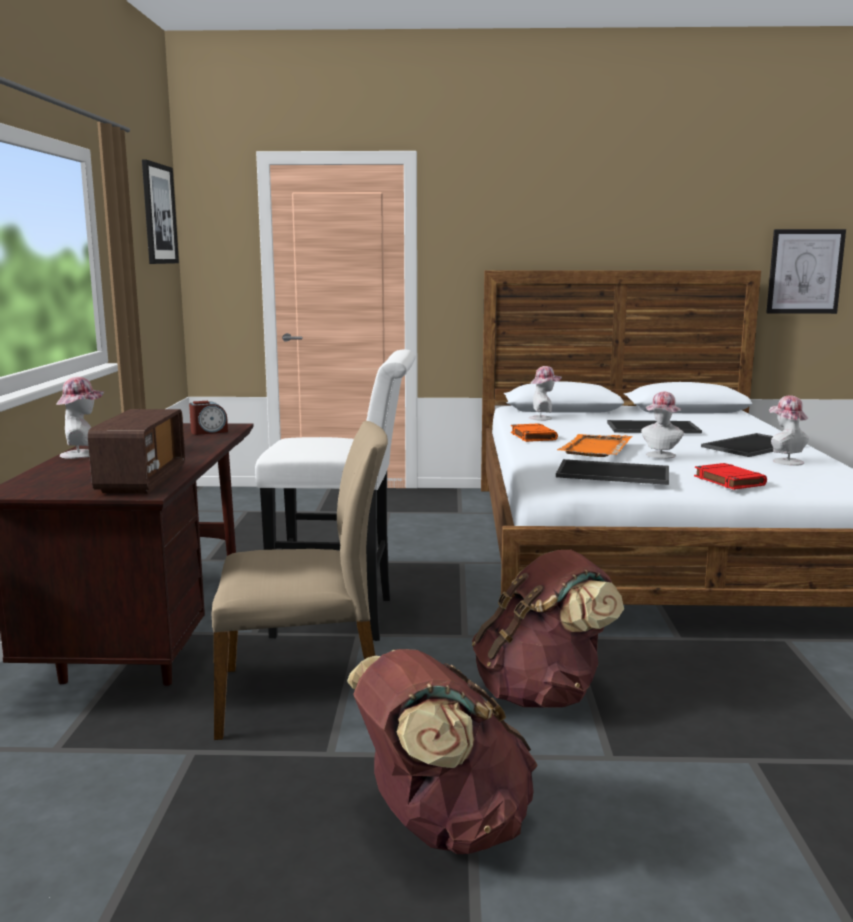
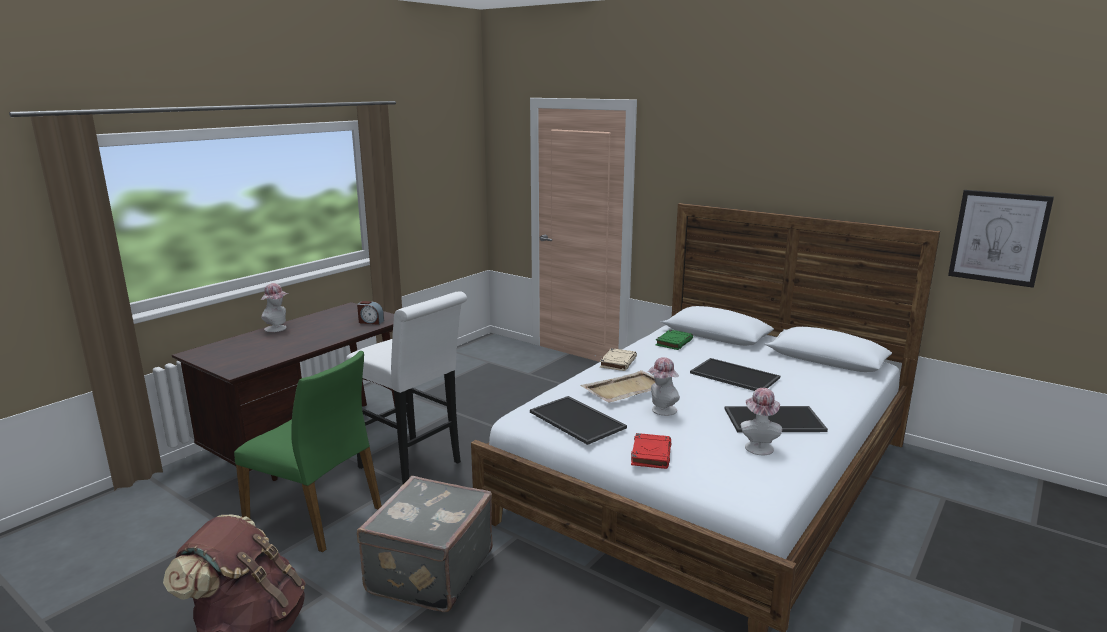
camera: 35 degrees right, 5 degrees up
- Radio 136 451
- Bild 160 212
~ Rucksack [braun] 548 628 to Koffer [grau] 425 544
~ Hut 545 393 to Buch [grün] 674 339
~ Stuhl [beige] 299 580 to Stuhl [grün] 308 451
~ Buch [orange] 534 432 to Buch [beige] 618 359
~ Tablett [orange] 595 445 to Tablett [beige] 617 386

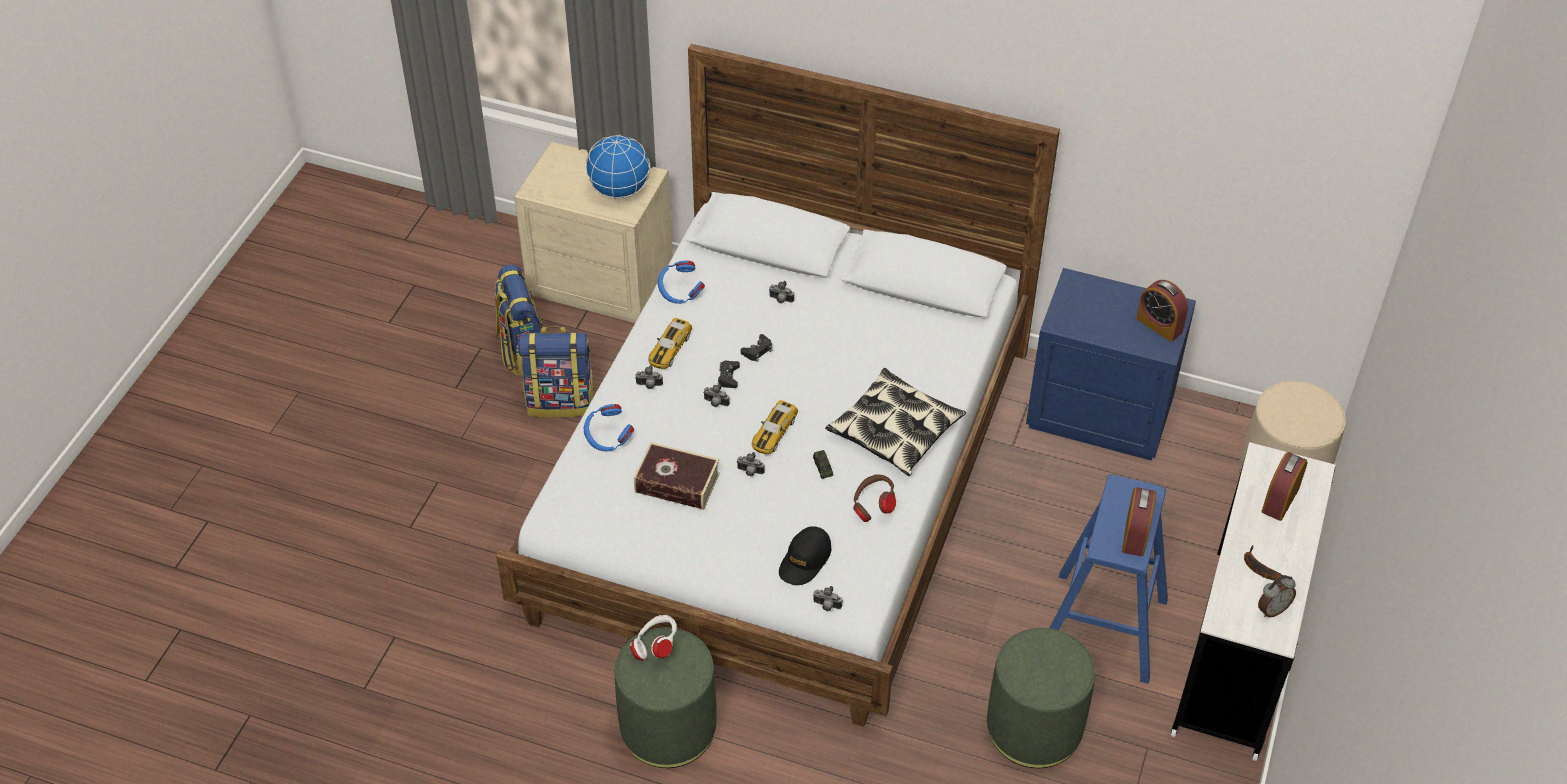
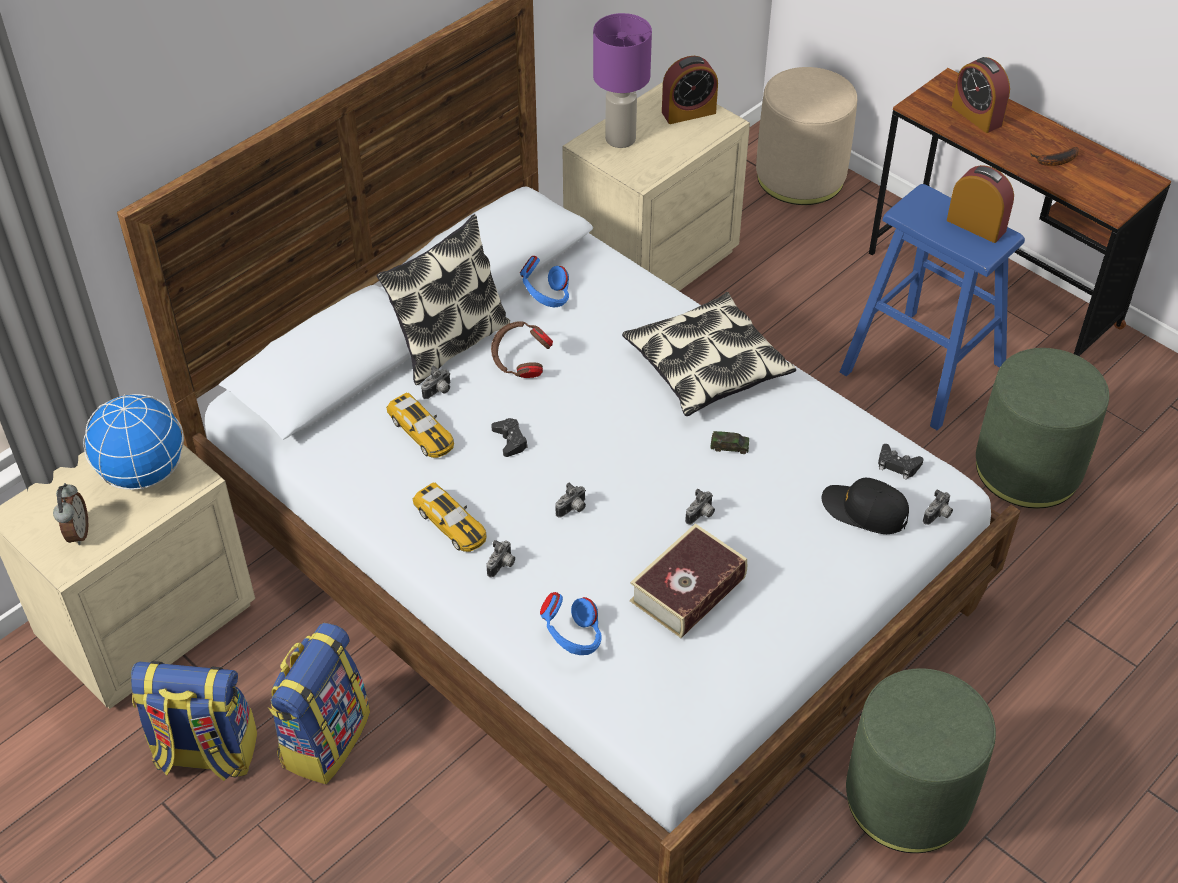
camera: 65 degrees left, 0 degrees up
- Kopfhörer [weiß] 653 638
+ Kissen 443 299
+ Tischlampe [lila] 622 80
~ Kopfhörer [blau] 681 282 to 544 282
~ Gamepad [schwarz] 729 374 to 900 462
~ Spielzeugauto 775 427 to 420 425
~ Kopfhörer [braun] 874 498 to 522 349
~ Wecker 1277 596 to 70 514
~ Nachttisch [blau] 1111 364 to Nachttisch [beige] 656 186
~ Schreibtisch [weiß] 1253 601 to Schreibtisch [braun] 1020 212
~ Kappe [schwarz] 805 555 = 865 506 150 degrees clockwise

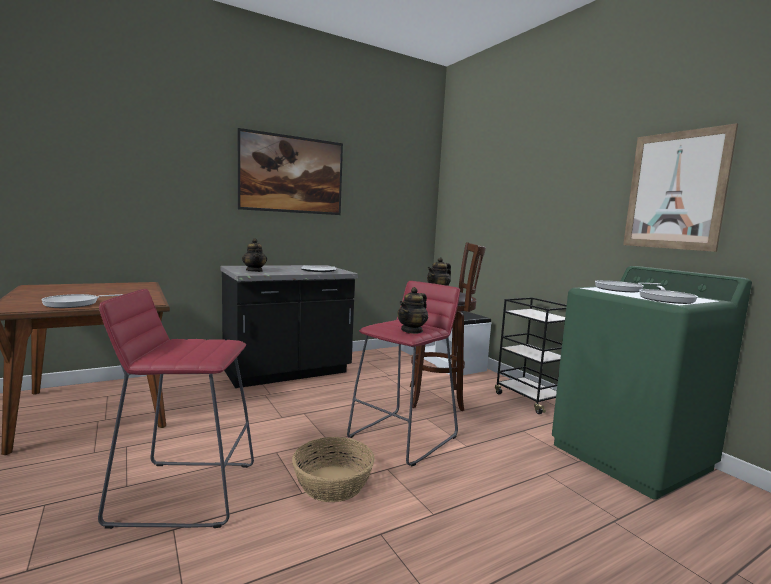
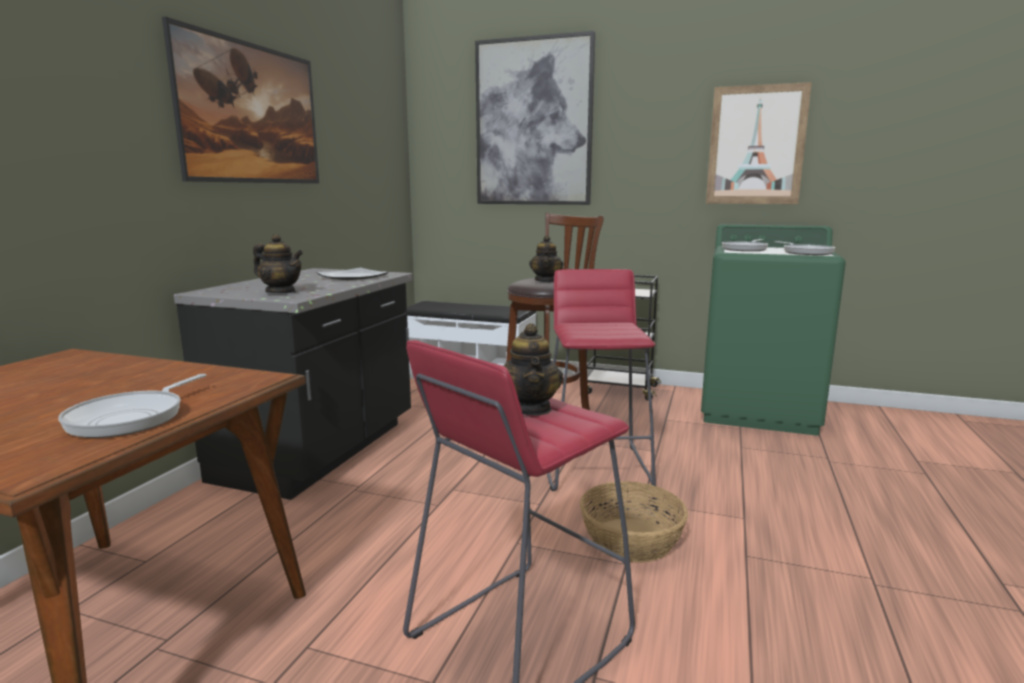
camera: 40 degrees left, 5 degrees up
+ Bild 535 118
~ Teekanne 412 310 to 533 369

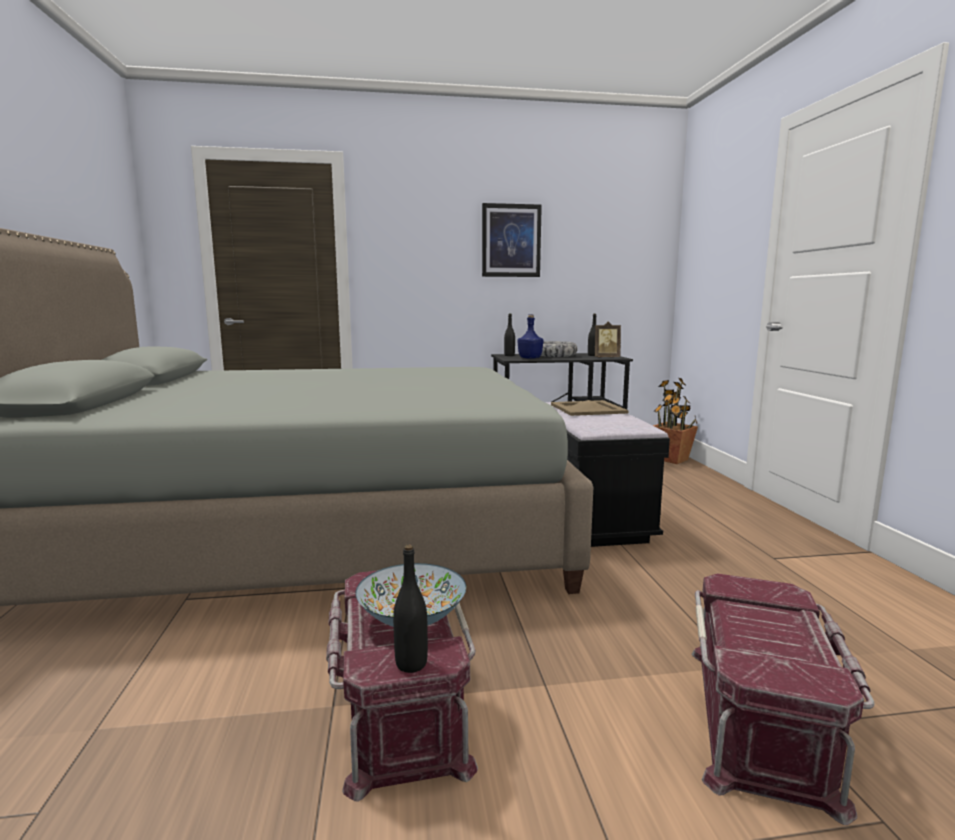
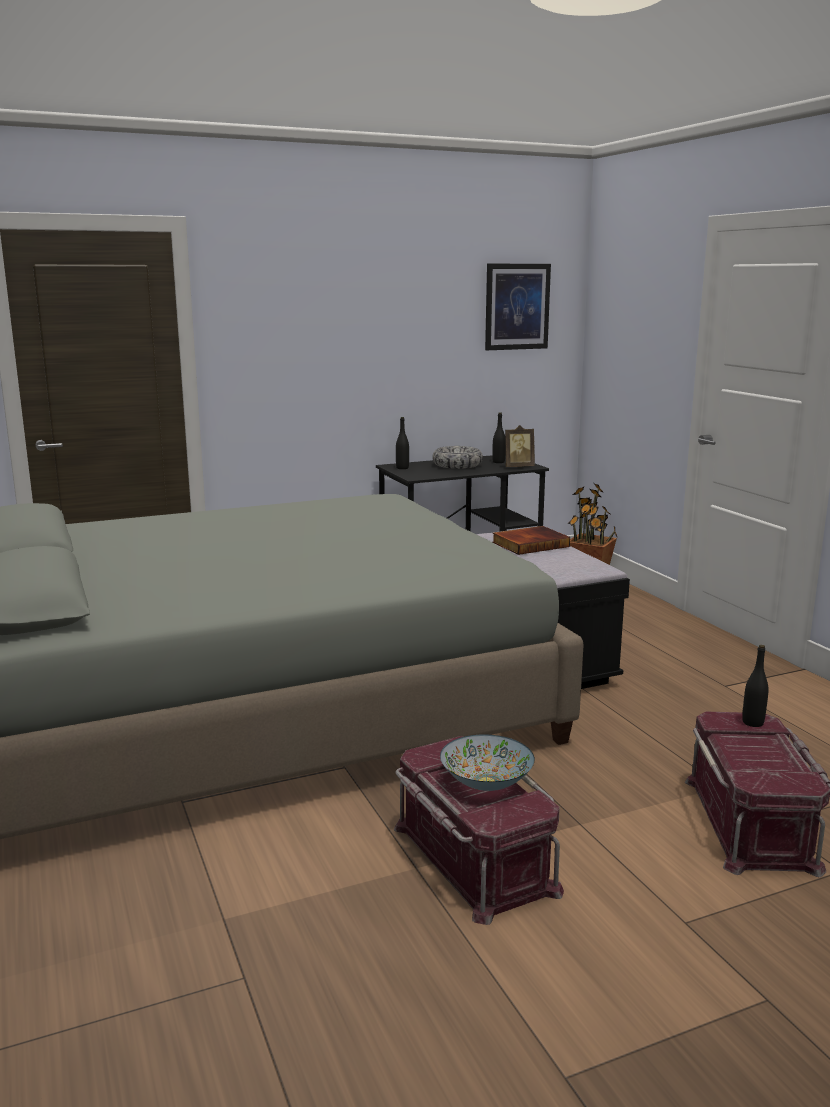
camera: 15 degrees left, 5 degrees up
- Flasche [blau] 530 336
~ Flasche [schwarz] 410 609 to 755 686
~ Bild 512 240 to 518 307
~ Tablett [beige] 589 408 to Buch 531 540

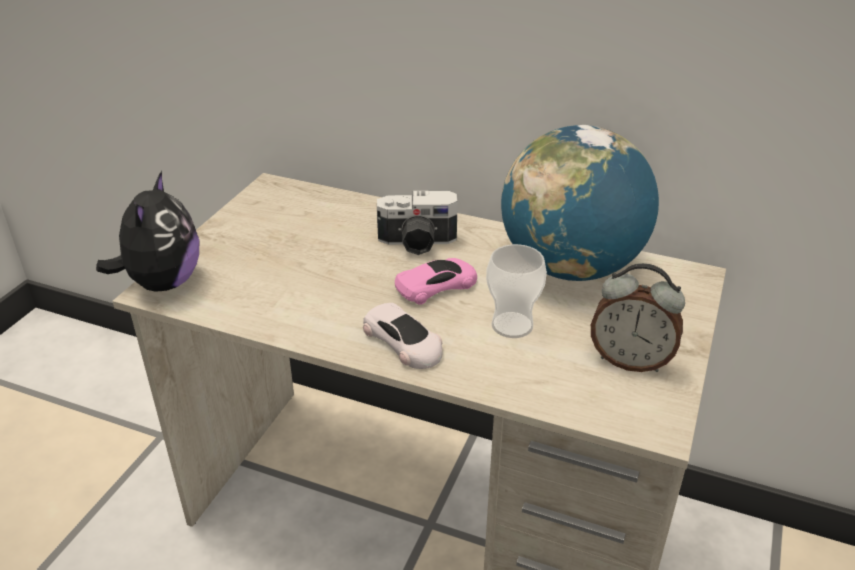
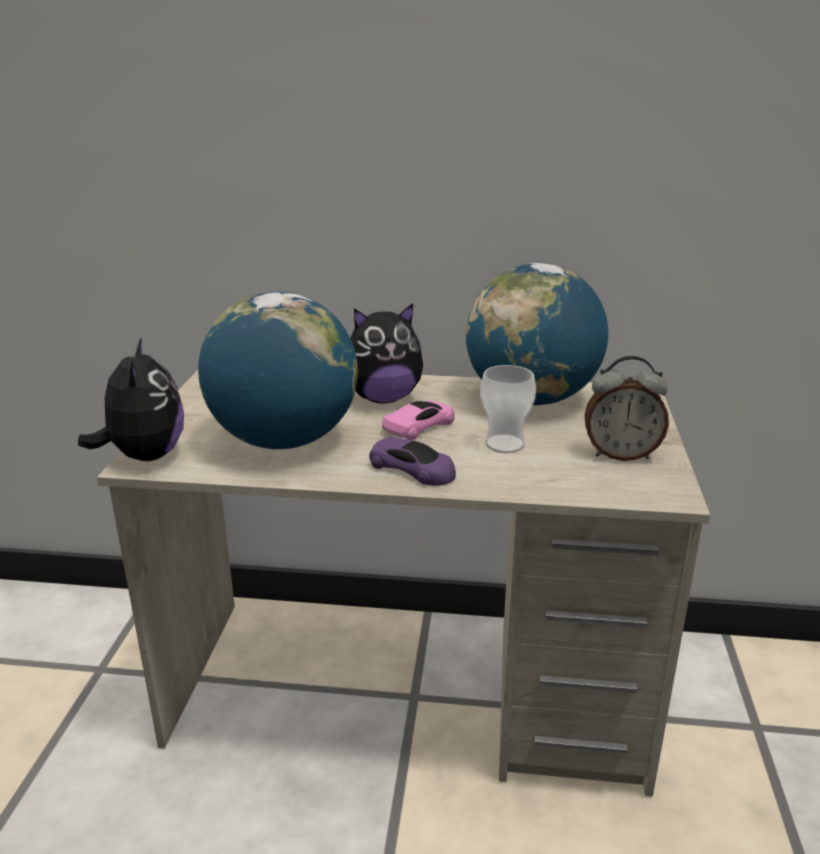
camera: 15 degrees left, 10 degrees down
+ Globus 278 370
~ Kamera 417 223 to Plüschtier 386 353
~ Spielzeugauto [weiß] 402 336 to Spielzeugauto [lila] 412 461

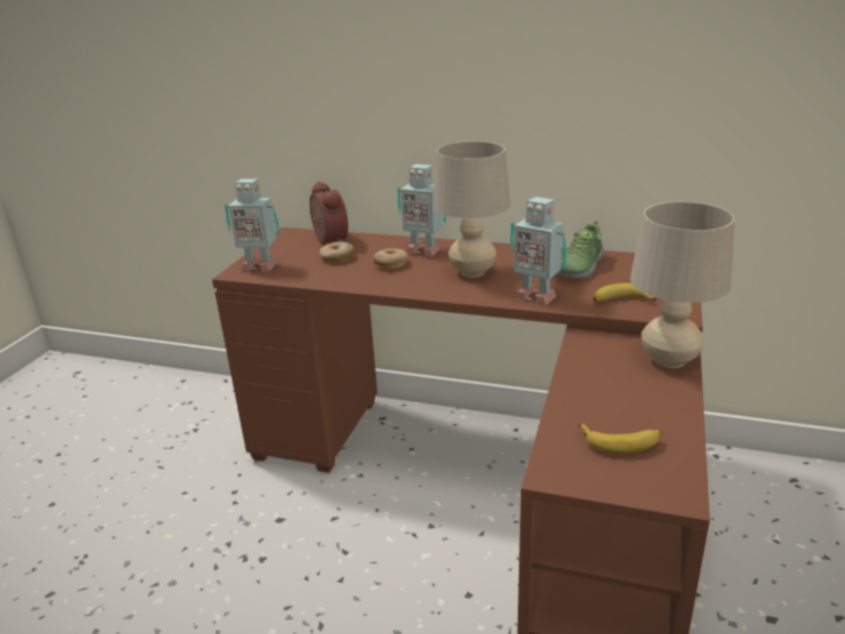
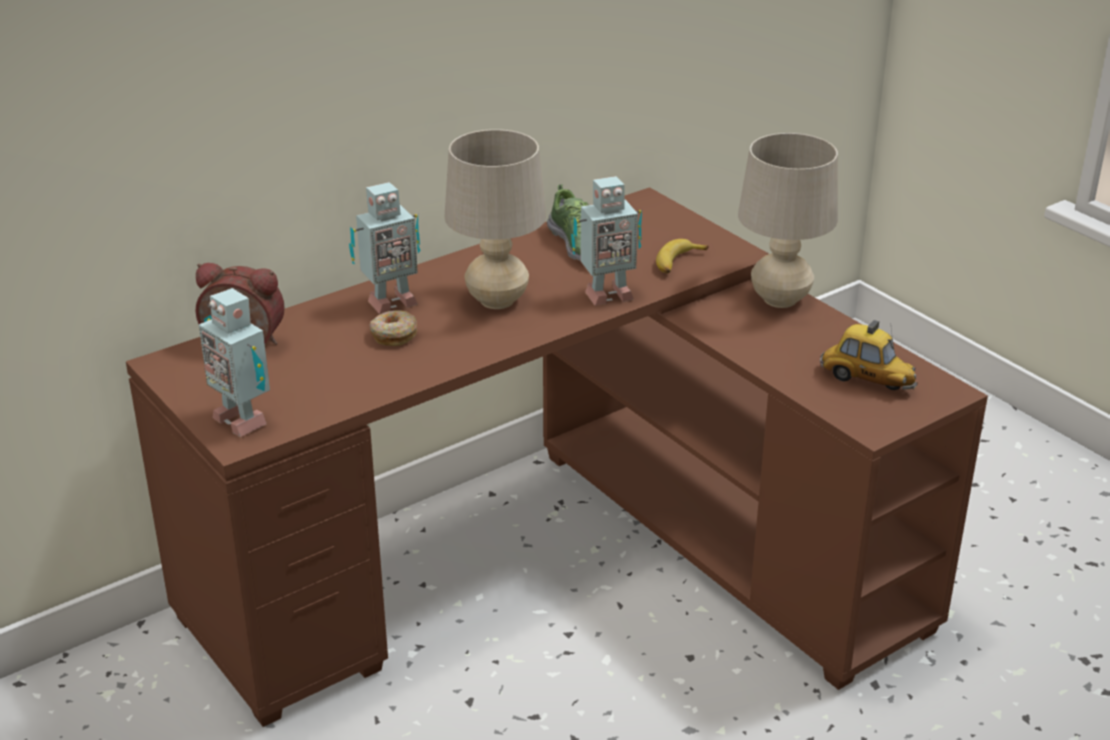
camera: 55 degrees left, 5 degrees up
- Donut 337 252
~ Banane 620 438 to Spielzeugauto 869 355
~ Spielzeugroboter 252 225 = 234 362 90 degrees clockwise

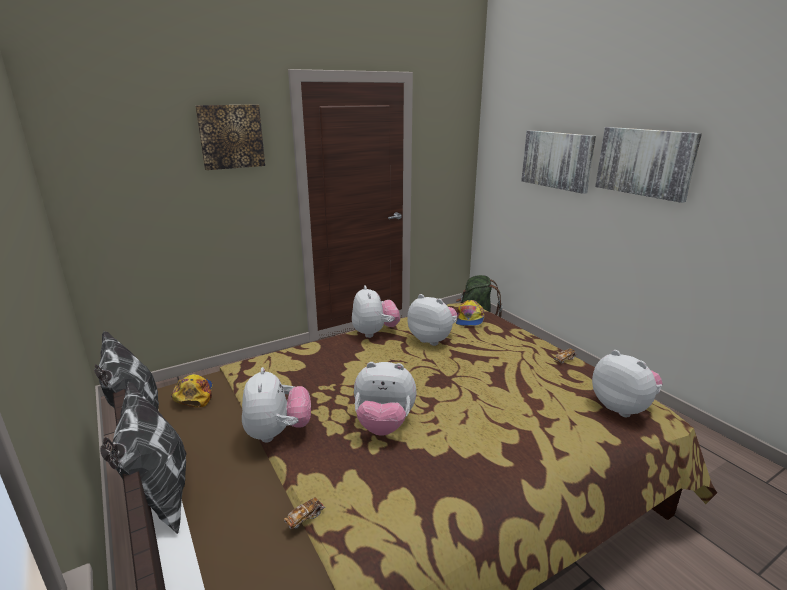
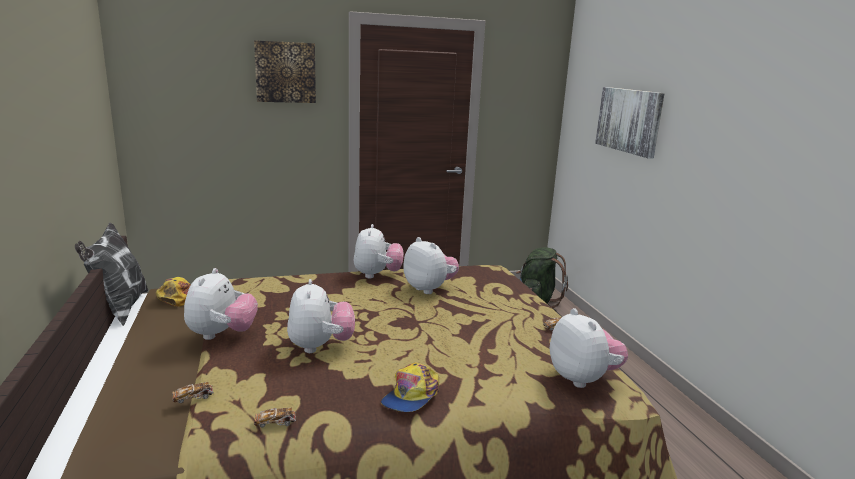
camera: 15 degrees right, 5 degrees down
- Kissen 143 457
- Bild 648 165
+ Spielzeugauto 275 418
~ Kappe 470 313 to 410 387
~ Plüschtier 385 399 = 321 316 120 degrees counterclockwise

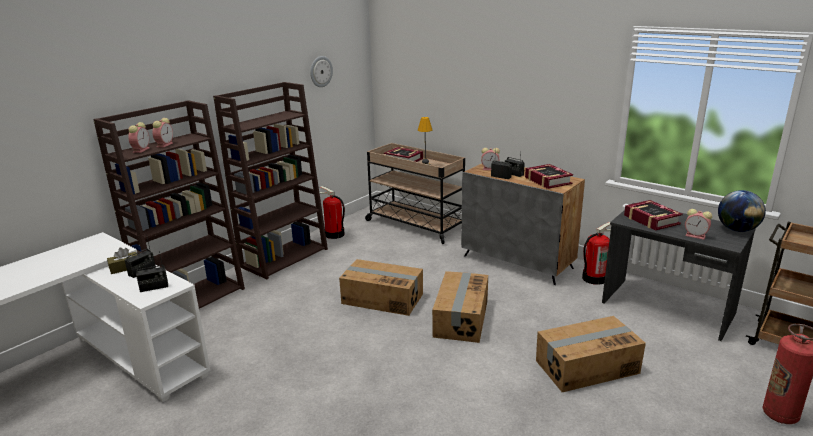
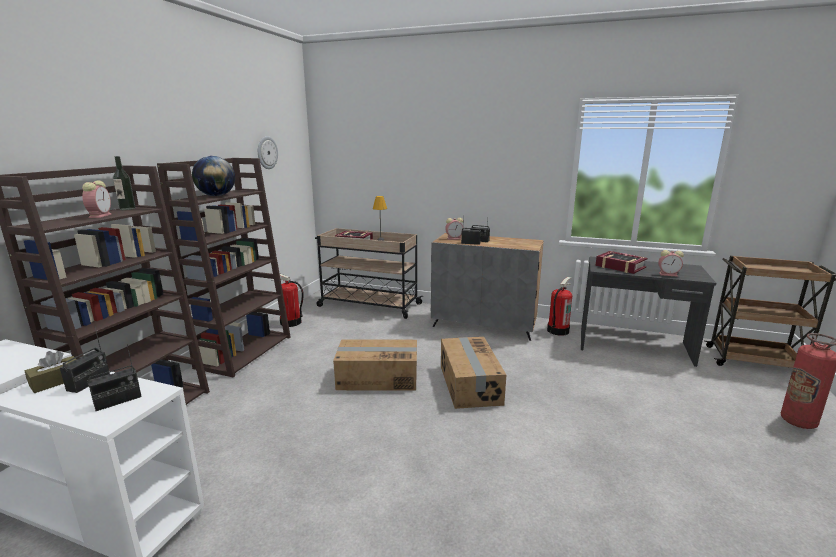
camera: 20 degrees left, 5 degrees down
- Wecker 138 137
- Buch 549 176
- Karton 591 354
+ Flasche 124 183
~ Globus 742 211 to 213 176

